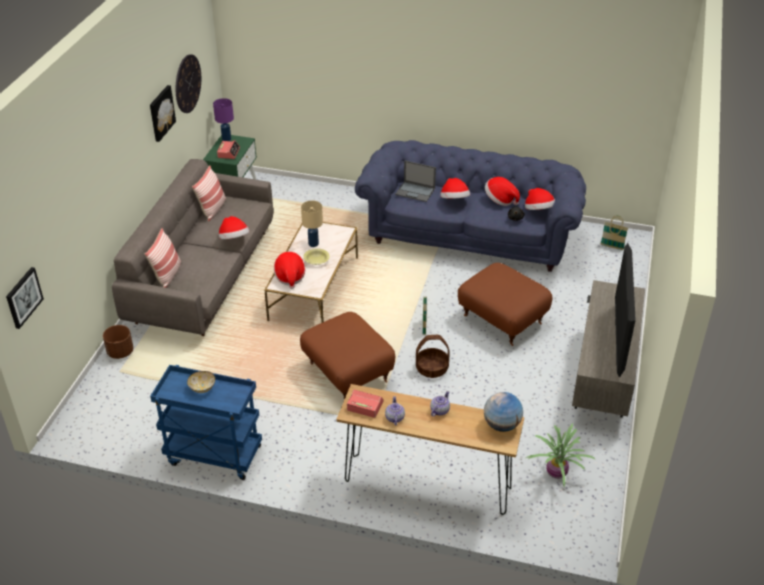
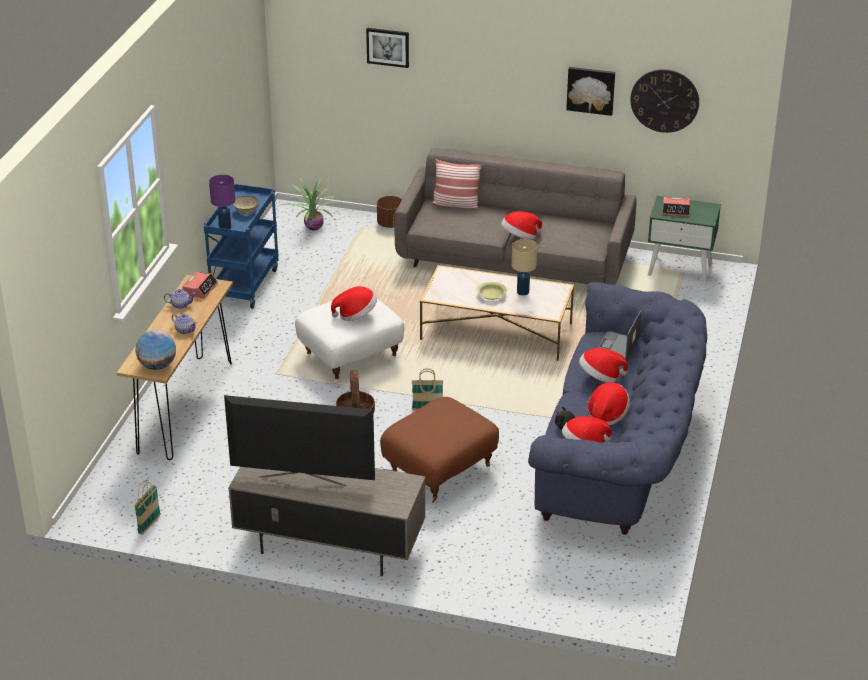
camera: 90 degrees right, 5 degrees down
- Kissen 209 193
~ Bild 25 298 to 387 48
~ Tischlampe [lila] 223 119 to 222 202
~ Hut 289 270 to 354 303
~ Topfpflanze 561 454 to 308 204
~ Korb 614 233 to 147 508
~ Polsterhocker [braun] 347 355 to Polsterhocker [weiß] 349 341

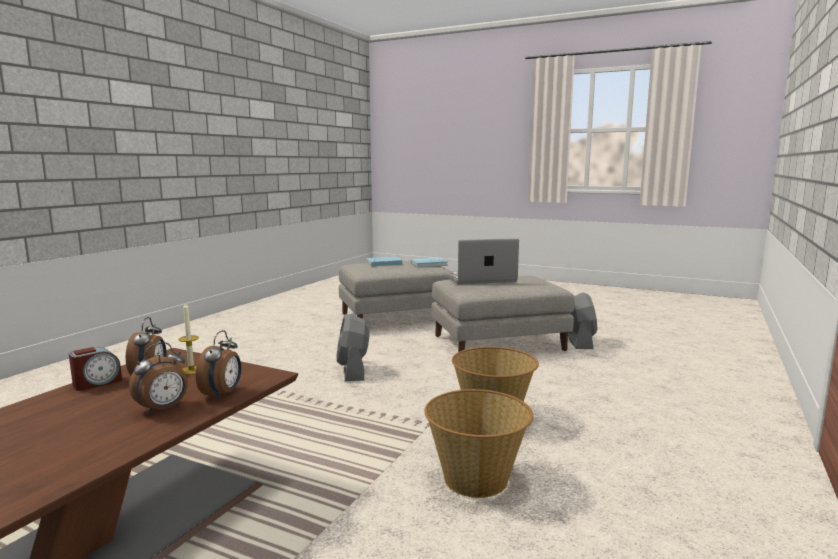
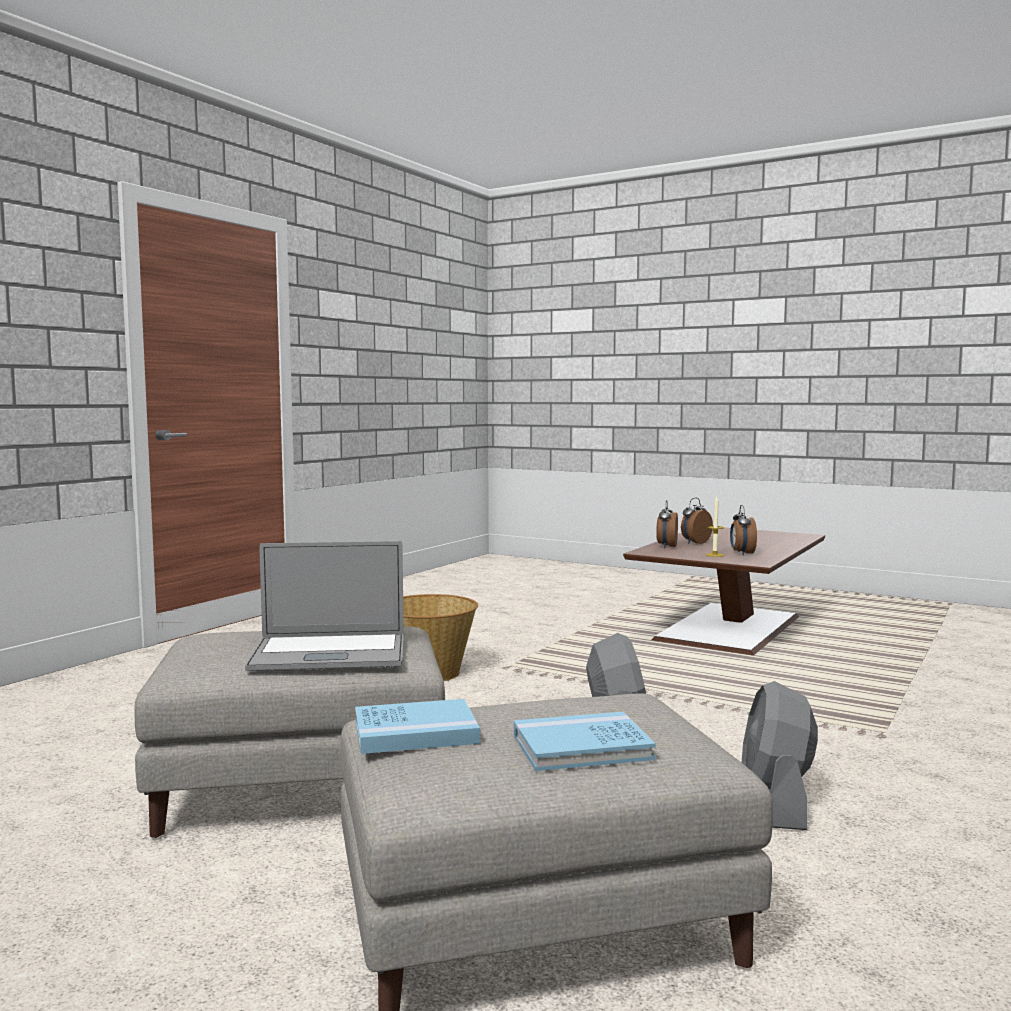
camera: 175 degrees left, 5 degrees down
- Wecker 95 369
- Korb 478 443
~ Ventilator [grau] 583 320 to 780 755

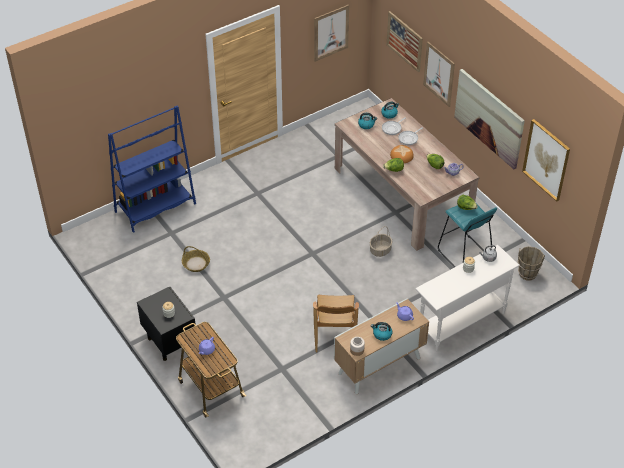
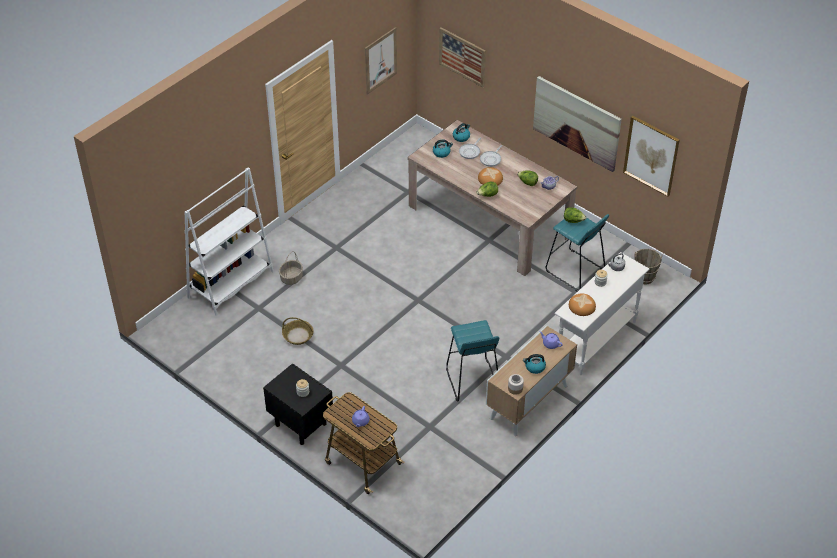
camera: 15 degrees left, 0 degrees up
- Bild 439 74
+ Brot 582 304
~ Korb 381 241 to 291 268
~ Stuhl [braun] 336 323 to Hocker [türkis] 472 360
~ Bücherregal [blau] 152 169 to Bücherregal [weiß] 229 241

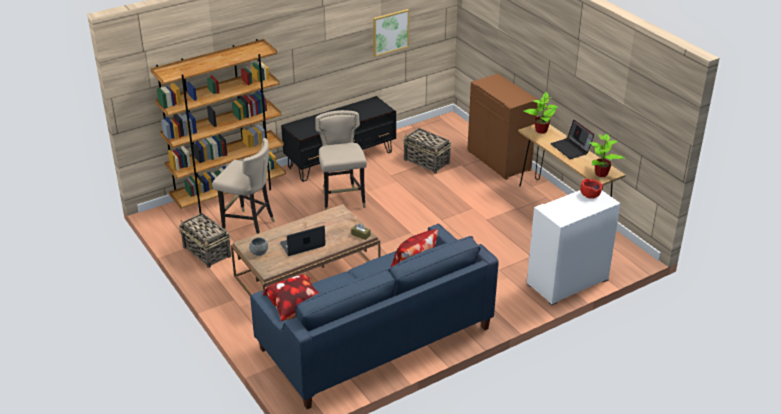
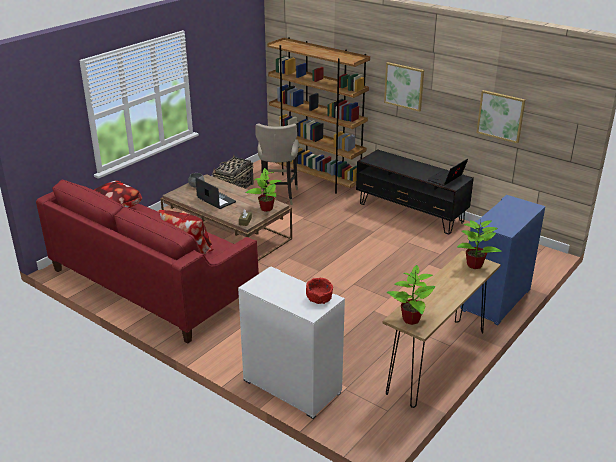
camera: 70 degrees right, 5 degrees down
- Hocker [beige] 341 160
- Korb 427 151
+ Topfpflanze 263 190
+ Bild 404 87
~ Laptop 572 139 to 447 172
~ Sofa [blau] 374 316 to Sofa [rot] 147 262
~ Schrank [braun] 502 127 to Schrank [blau] 503 260

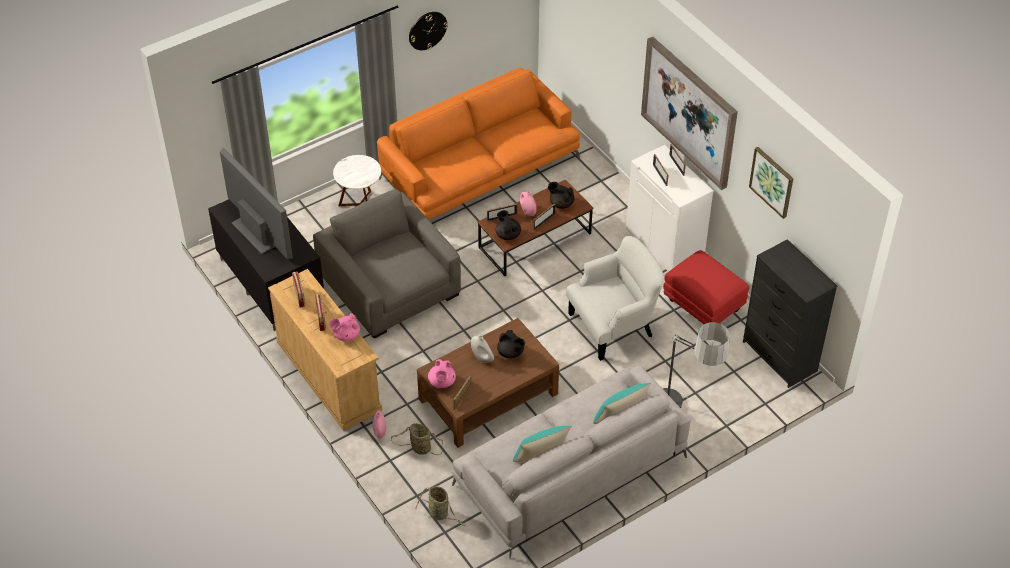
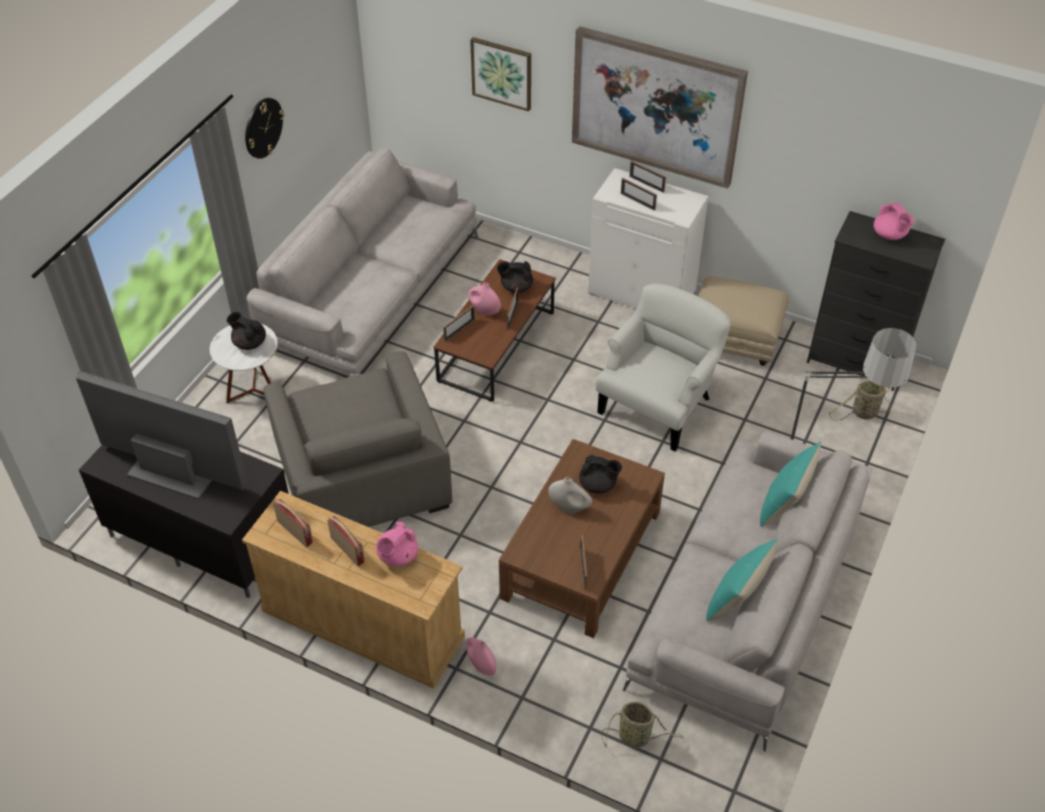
camera: 30 degrees left, 0 degrees up
~ Korb 417 439 to 859 401
~ Teekanne [rosa] 442 373 to 894 221
~ Teekanne [schwarz] 508 225 to 246 331
~ Bild 771 183 to 500 74
~ Sofa [orange] 478 144 to Sofa [grau] 362 261
~ Polsterhocker [rot] 706 287 to Polsterhocker [beige] 743 321
~ Sessel [grau] 387 263 = 358 439 135 degrees counterclockwise

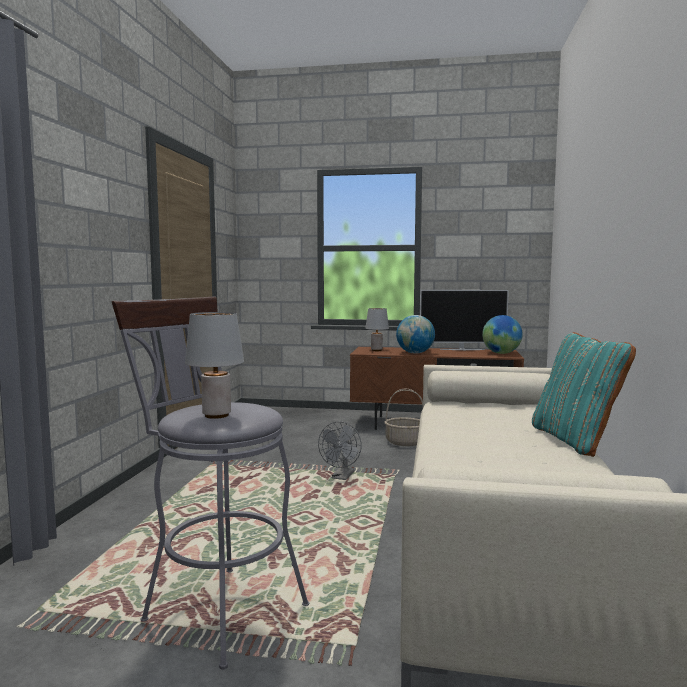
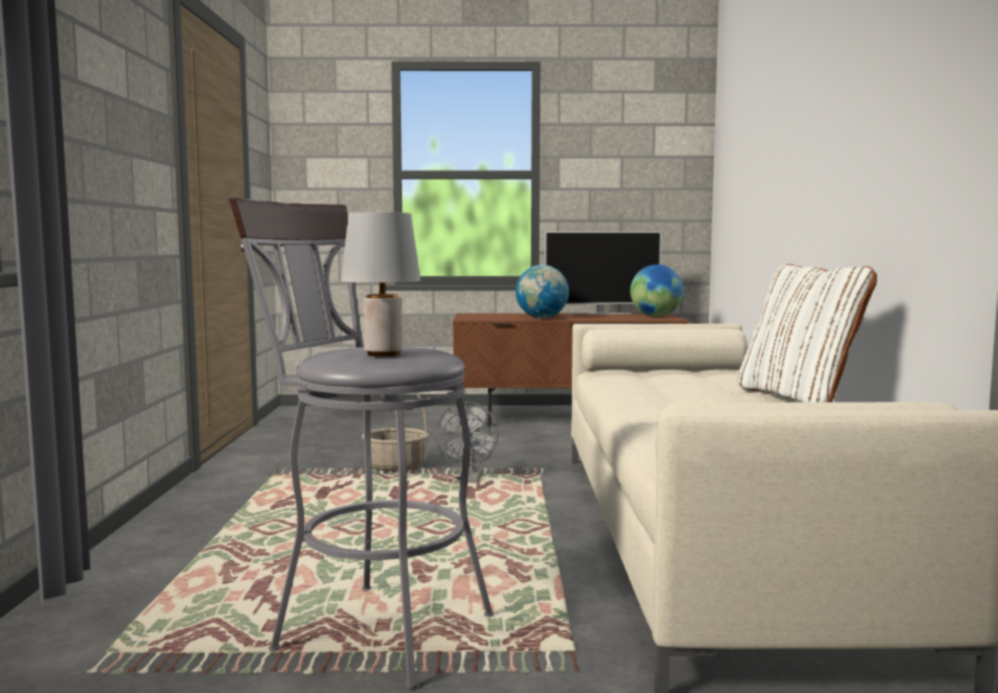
camera: 10 degrees left, 0 degrees up
- Tischlampe [grau] 377 329
~ Korb 403 417 to 395 432
~ Kissen [türkis] 584 394 to Kissen [weiß] 807 333

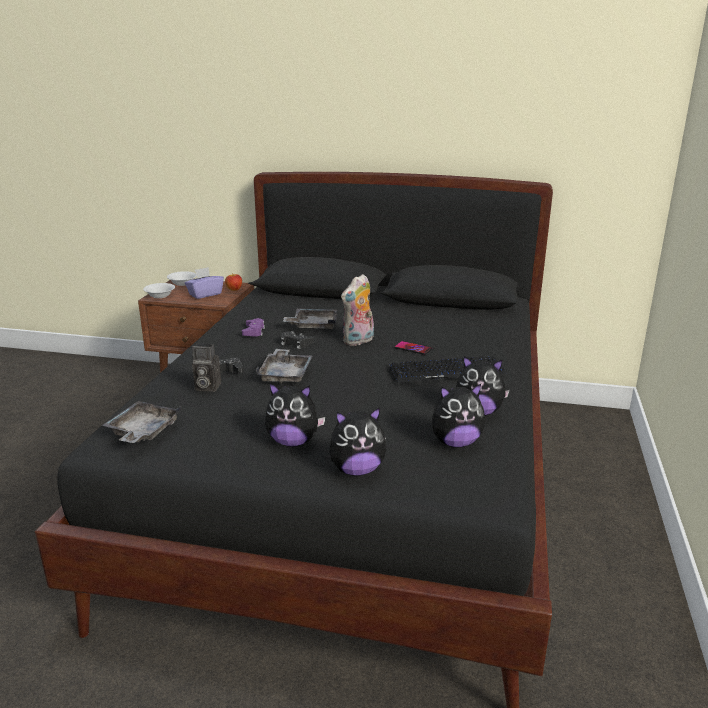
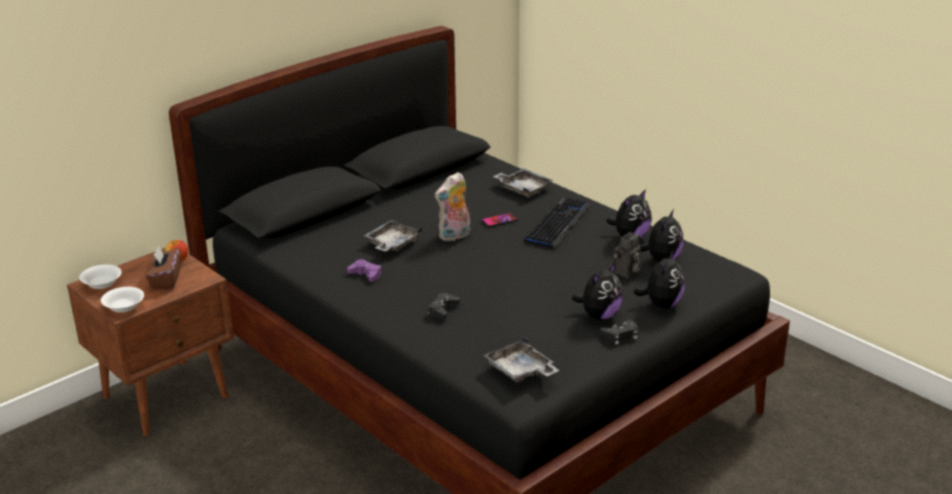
camera: 55 degrees left, 5 degrees up
~ Kamera 206 367 to 627 255
~ Tablett [grau] 284 366 to 523 182
~ Gamepad [schwarz] 297 340 to 619 332
~ Taschentuchbox [lila] 204 283 to Taschentuchbox [braun] 163 267
~ Plüschtier 357 310 = 452 207 60 degrees clockwise

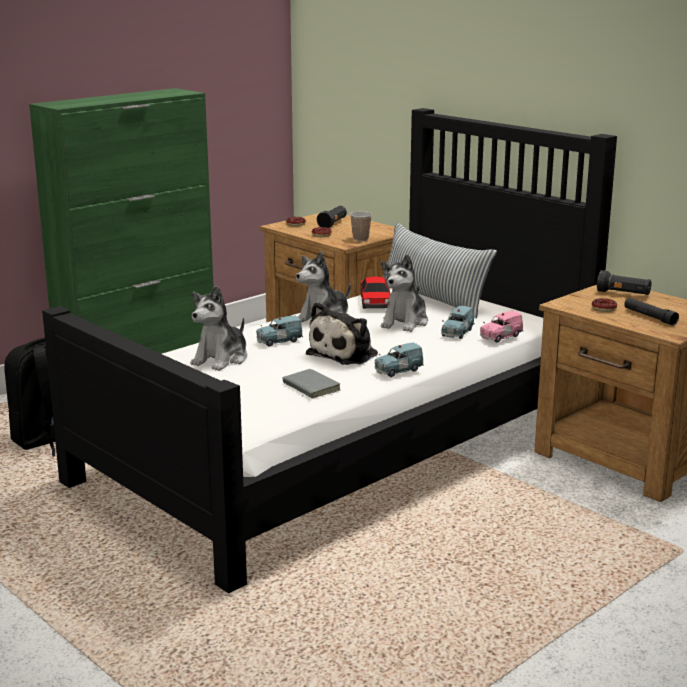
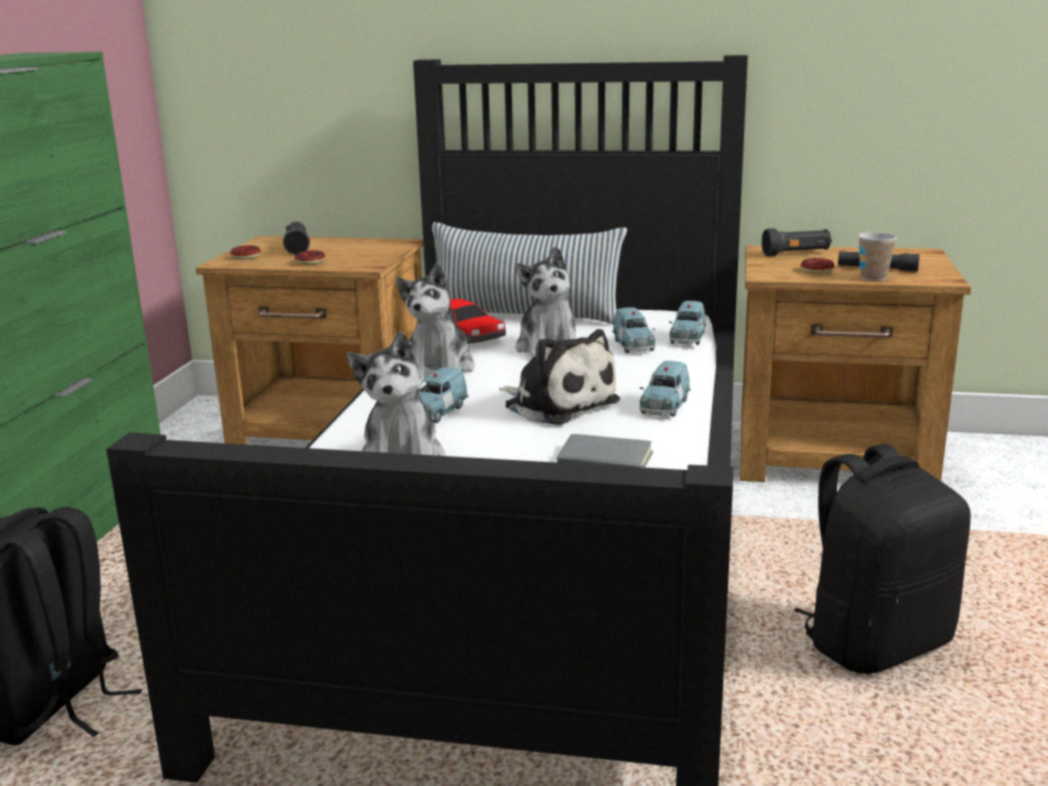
camera: 35 degrees left, 0 degrees up
+ Rucksack [schwarz] 882 558
~ Tasse 361 226 to 877 256
~ Spielzeugauto [rosa] 502 327 to Spielzeugauto [blau] 688 323
~ Plüschtier 342 333 = 559 377 45 degrees counterclockwise

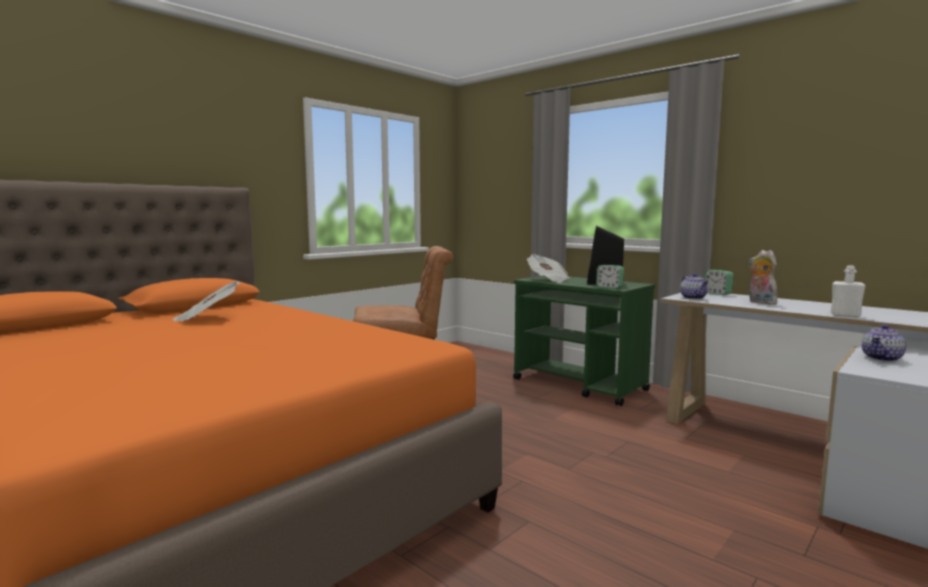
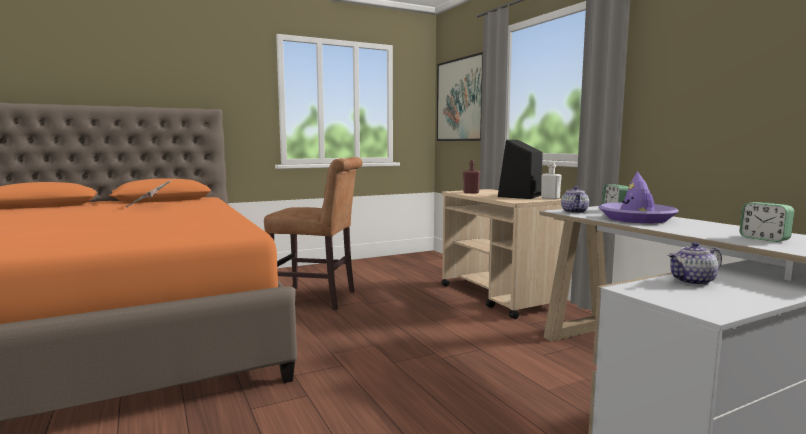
camera: 20 degrees right, 0 degrees up
+ Bild 460 96
~ Wecker 610 277 to 766 222
~ Flasche [weiß] 848 291 to 551 180
~ Zeitung 548 268 to Flasche [rot] 472 176
~ Plüschtier 763 277 to Hut [lila] 639 197
~ Rollwagen [grün] 584 340 to Rollwagen [beige] 502 254

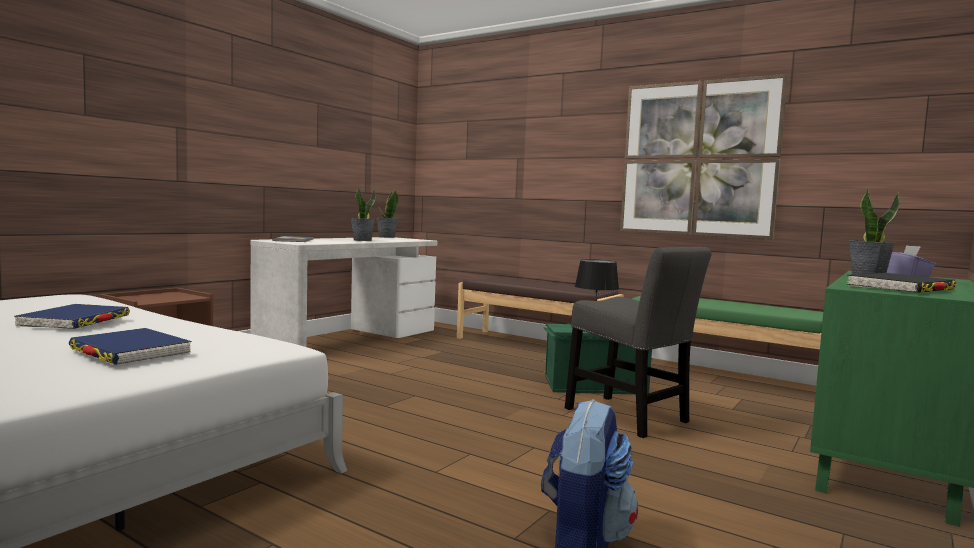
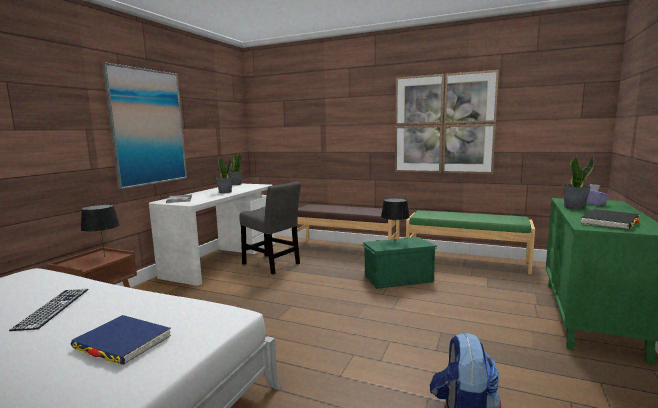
camera: 10 degrees left, 5 degrees up
+ Tischlampe [schwarz] 100 230
+ Bild 144 125
~ Stuhl [grau] 638 342 to 270 228
~ Buch [blau] 72 316 to Tastatur 48 310

